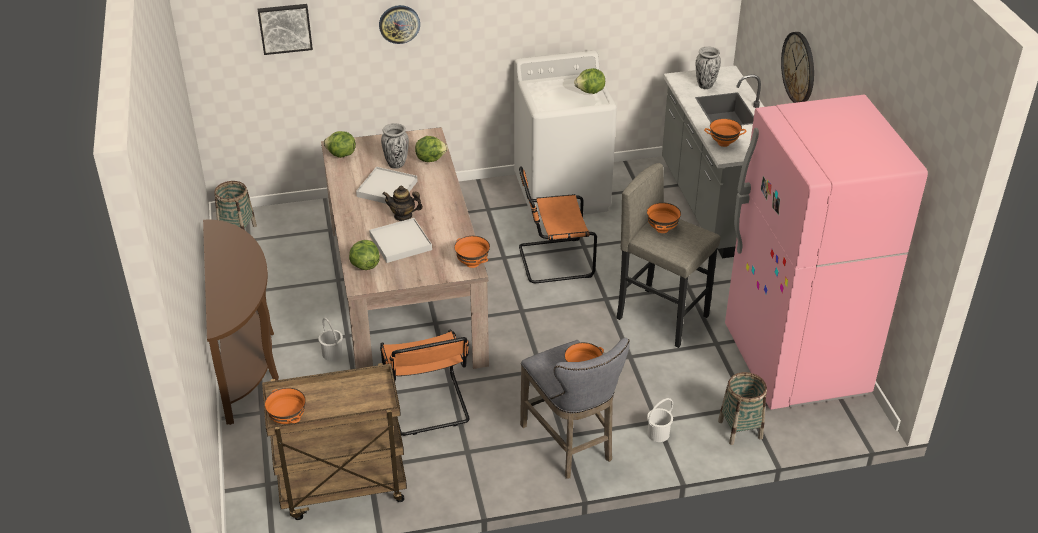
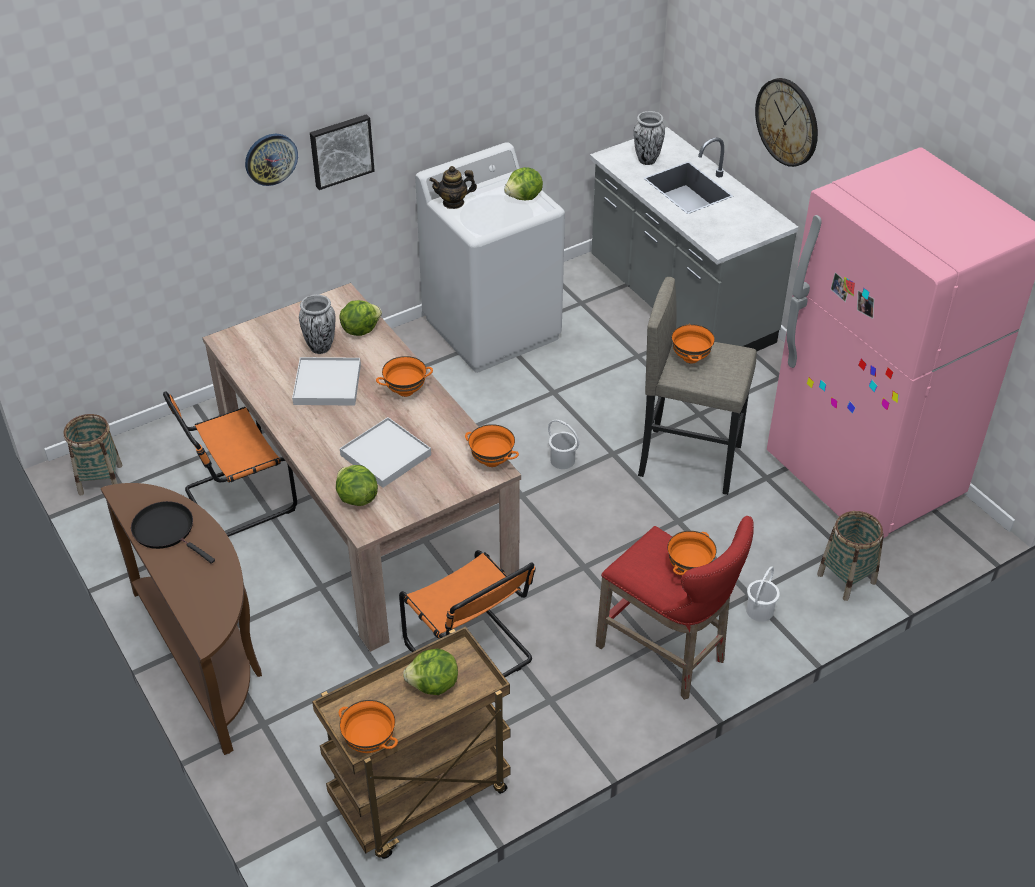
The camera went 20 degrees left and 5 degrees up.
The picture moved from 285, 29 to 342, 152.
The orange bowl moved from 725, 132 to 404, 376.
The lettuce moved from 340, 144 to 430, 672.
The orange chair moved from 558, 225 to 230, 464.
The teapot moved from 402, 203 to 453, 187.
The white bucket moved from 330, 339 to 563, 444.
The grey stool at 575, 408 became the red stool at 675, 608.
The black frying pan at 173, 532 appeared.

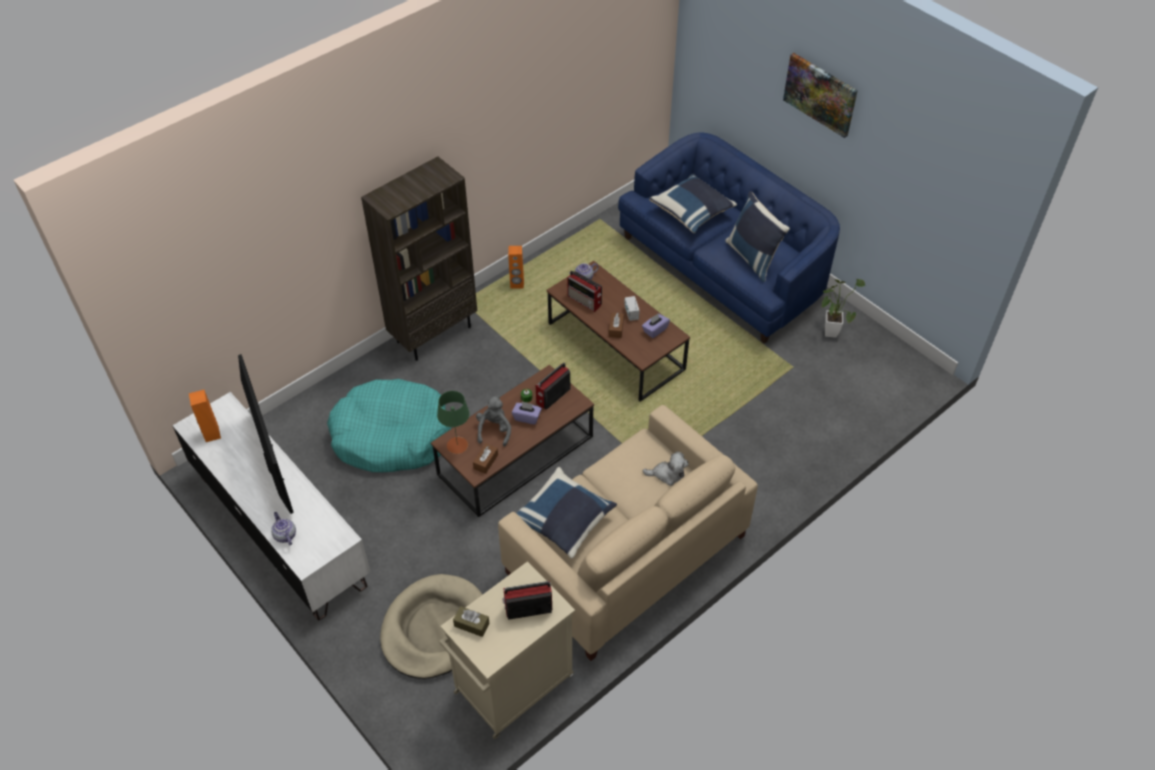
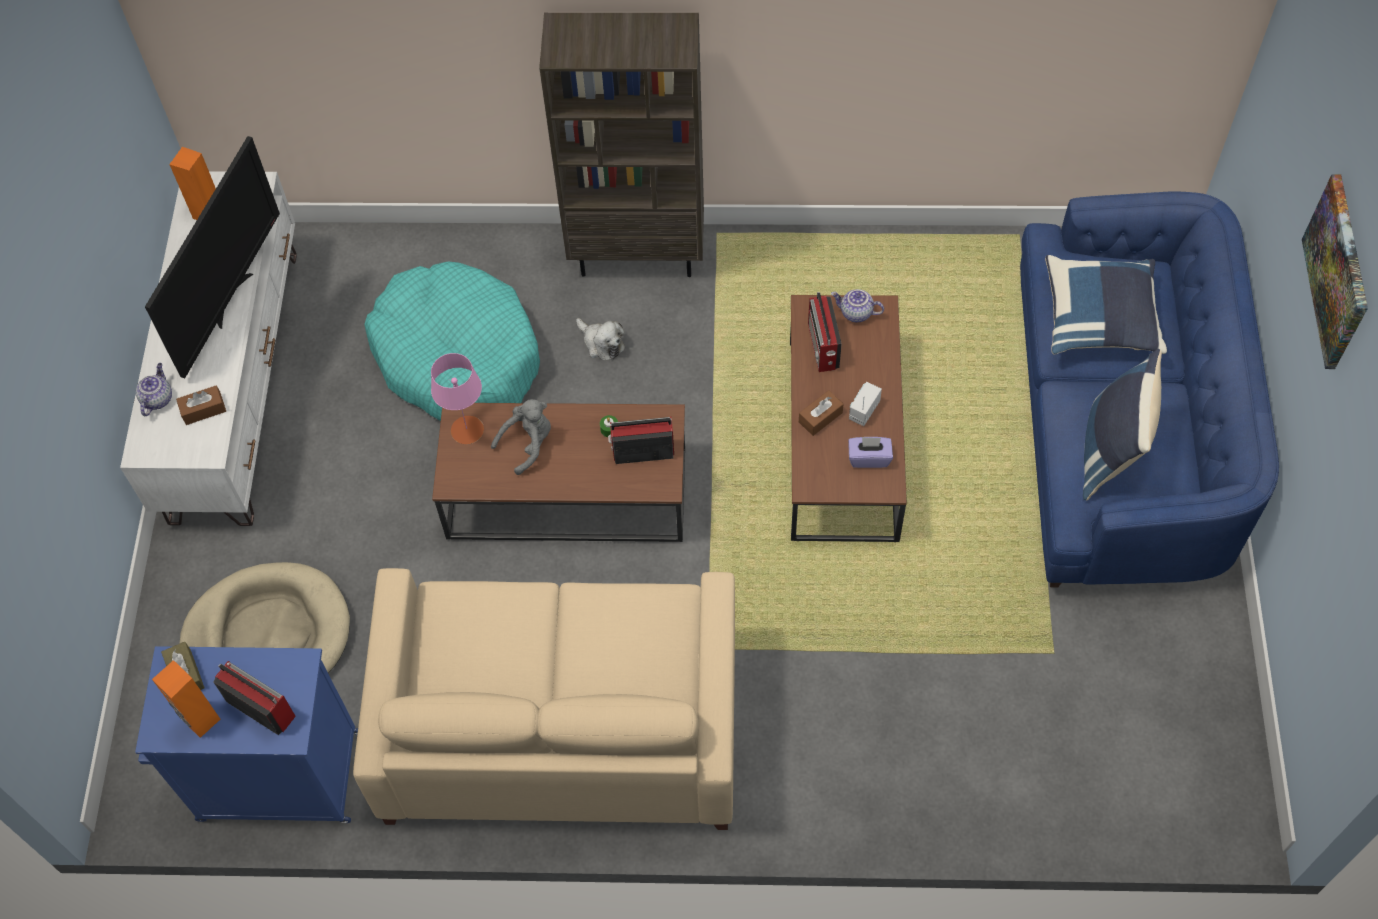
The camera went 45 degrees right and 10 degrees up.
The orange speaker moved from 516, 267 to 186, 699.
The potted plant at 843, 308 disappeared.
The green table lamp at 453, 422 became the pink table lamp at 457, 398.
The purple tissue box at 527, 413 disappeared.
The brown tissue box moved from 485, 458 to 201, 405.
The plush toy moved from 665, 468 to 600, 339.
The blue pillow at 566, 513 disappeared.
The beige cabinet at 507, 650 became the blue cabinet at 246, 734.

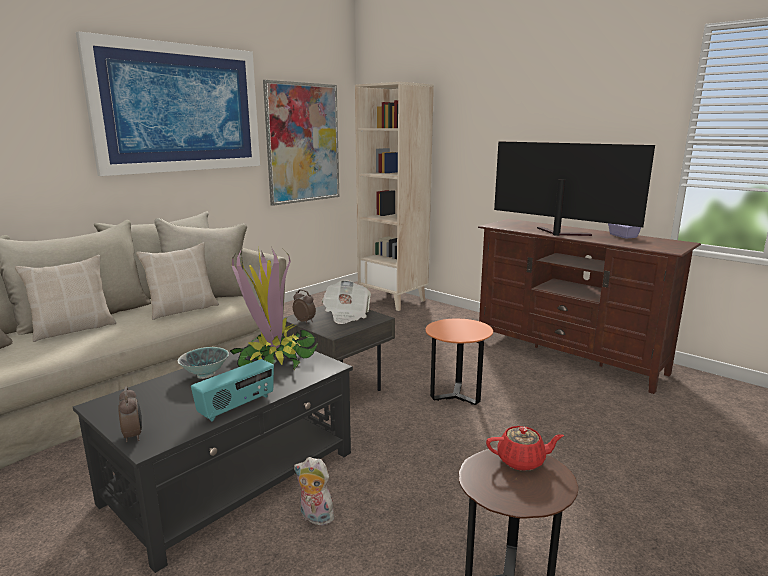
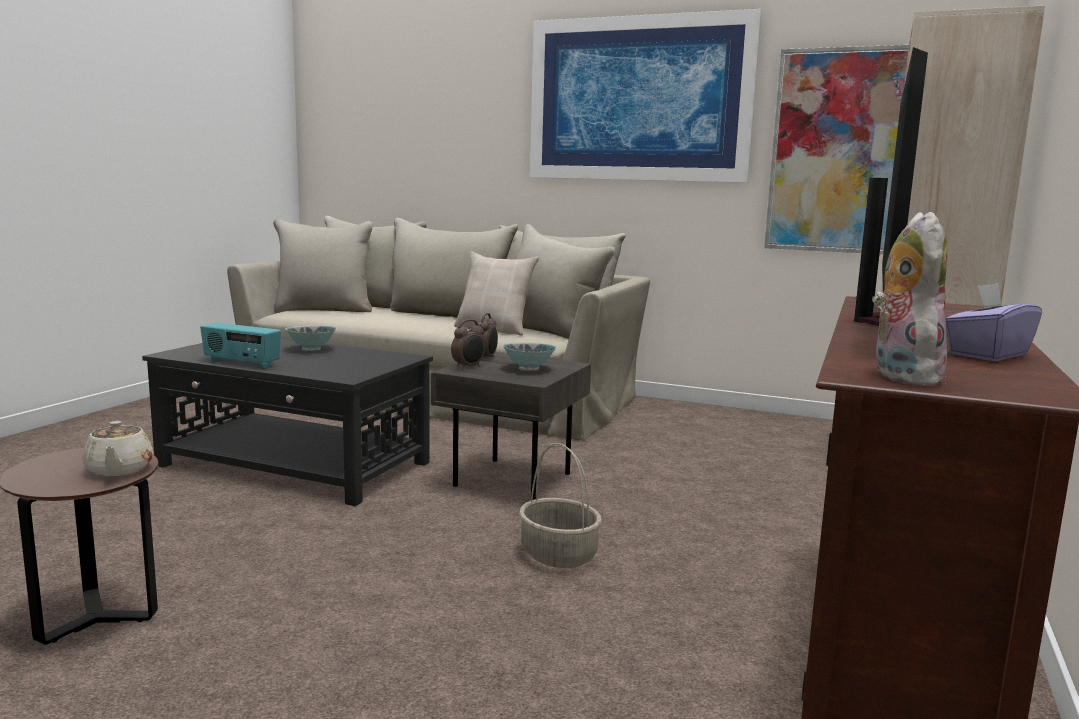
The camera went 70 degrees right and 5 degrees down.
The potted plant at 274, 308 disappeared.
The beige pillow at 65, 298 disappeared.
The newspaper at 346, 302 was replaced by the bowl at 529, 357.
The orange side table at 459, 362 was replaced by the basket at 560, 505.
The alarm clock moved from 130, 414 to 468, 344.
The red teapot at 525, 448 became the beige teapot at 118, 448.
The plush toy moved from 314, 491 to 910, 299.

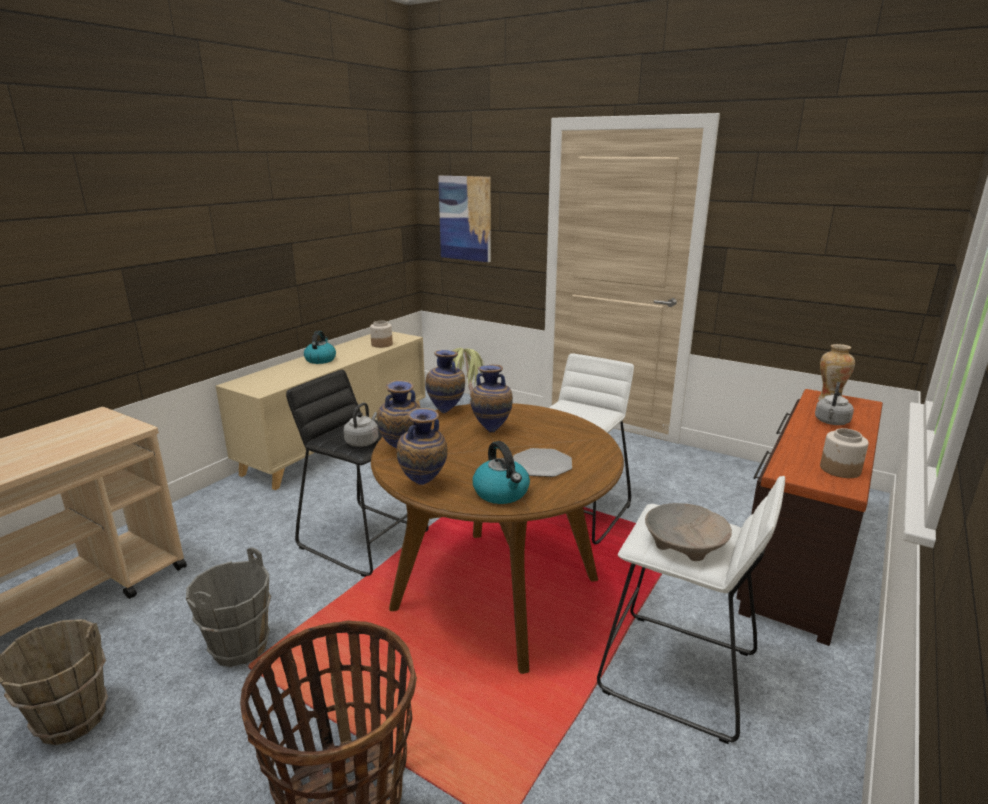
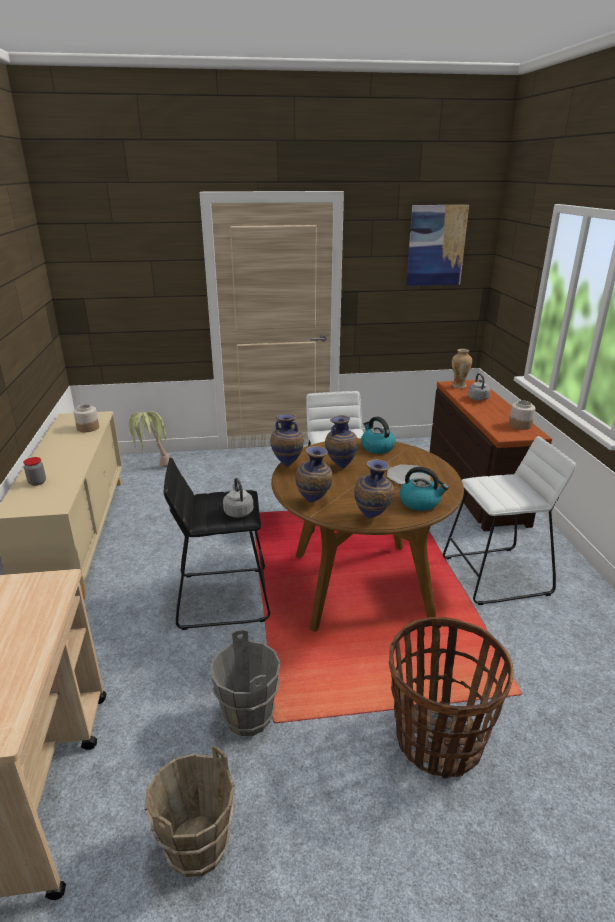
The camera went 40 degrees left and 5 degrees up.
The picture moved from 464, 219 to 437, 245.
The kettle moved from 320, 347 to 378, 435.
The beige bowl at 688, 532 disappeared.
The jar at 34, 471 appeared.

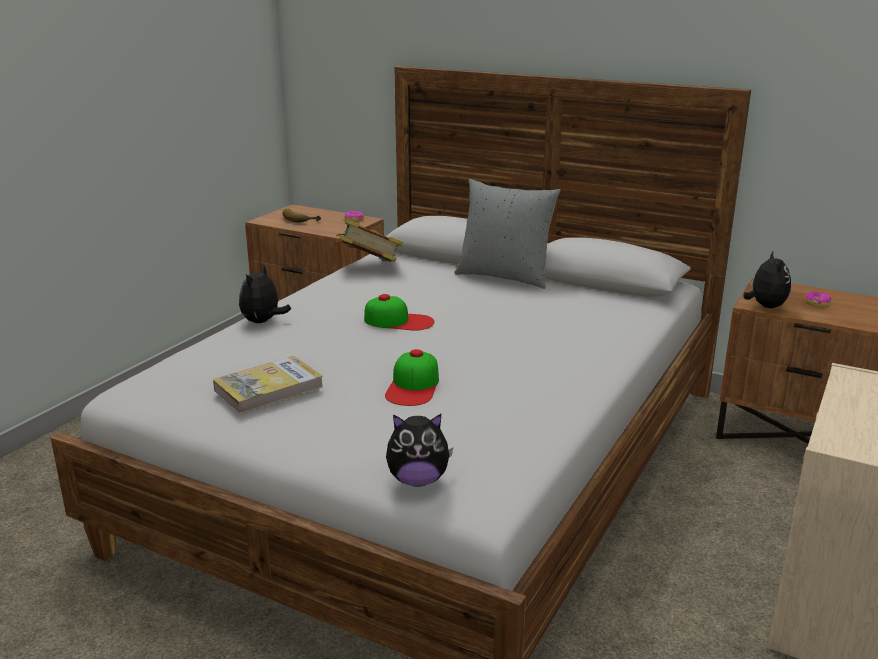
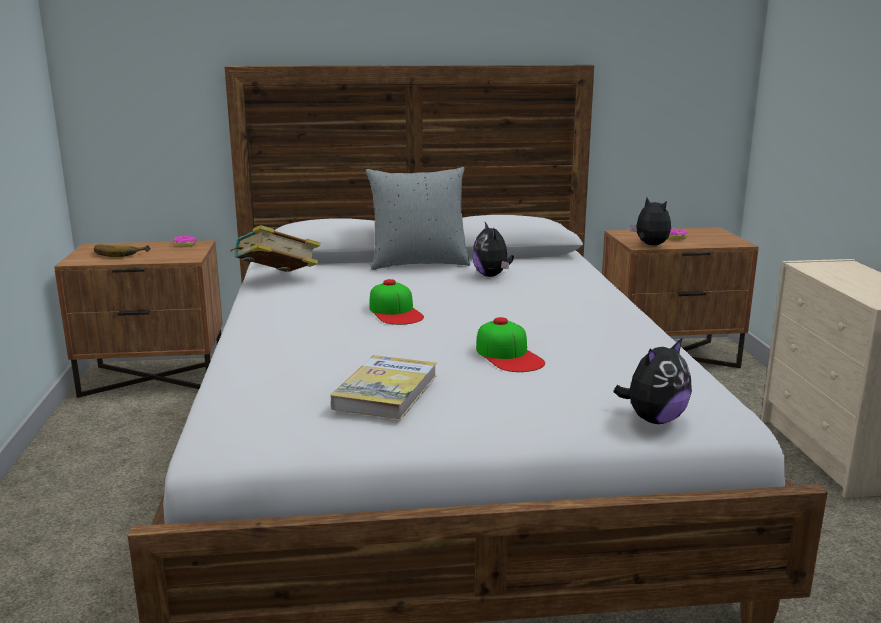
The camera went 35 degrees left and 5 degrees down.
The plush toy moved from 265, 293 to 493, 249.
The cap at 399, 312 turned 90 degrees clockwise.

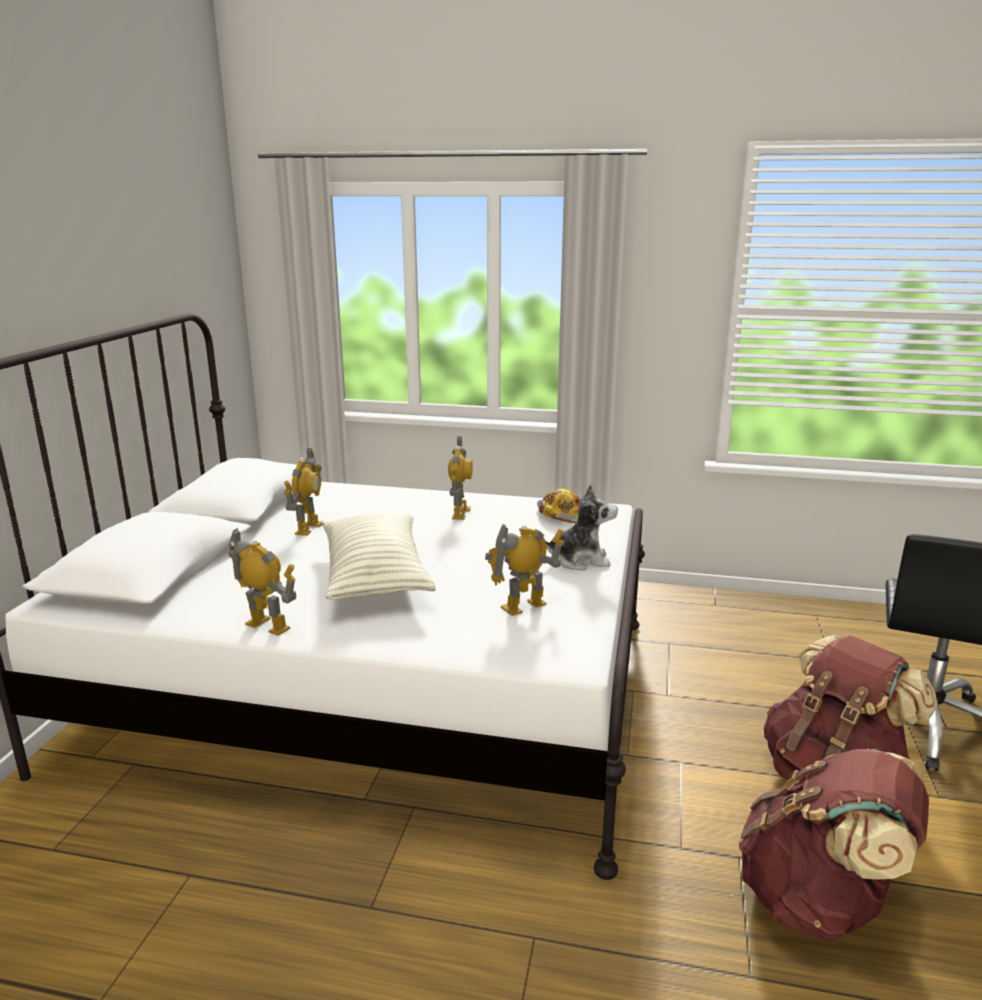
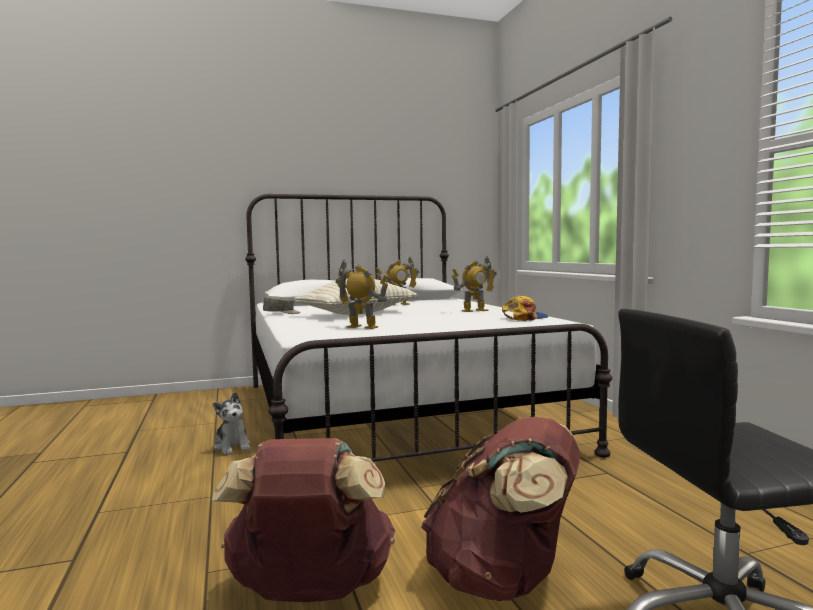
The camera went 60 degrees right and 15 degrees down.
The plush toy moved from 579, 527 to 232, 423.
The toy robot at 262, 582 was replaced by the grey cap at 282, 305.

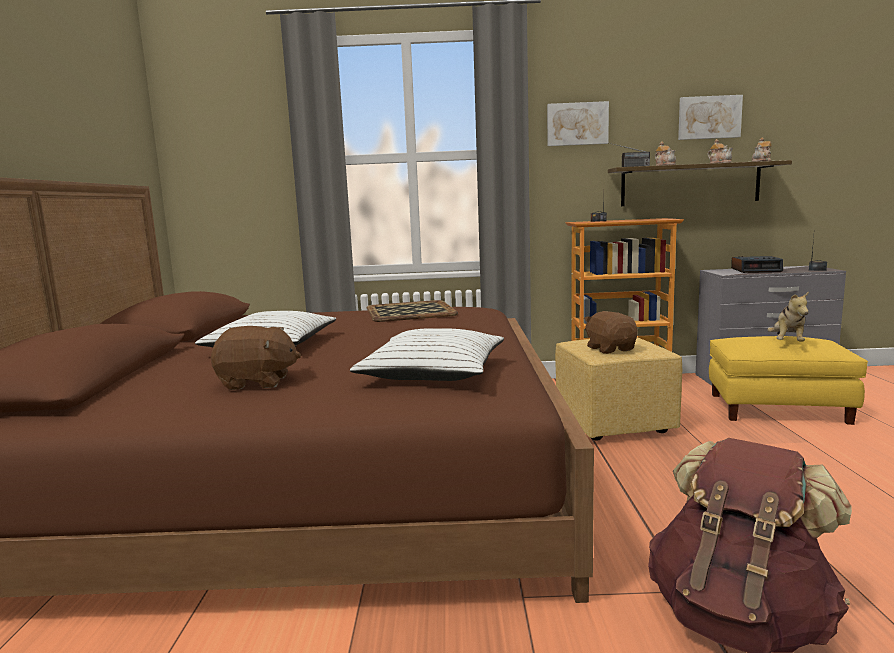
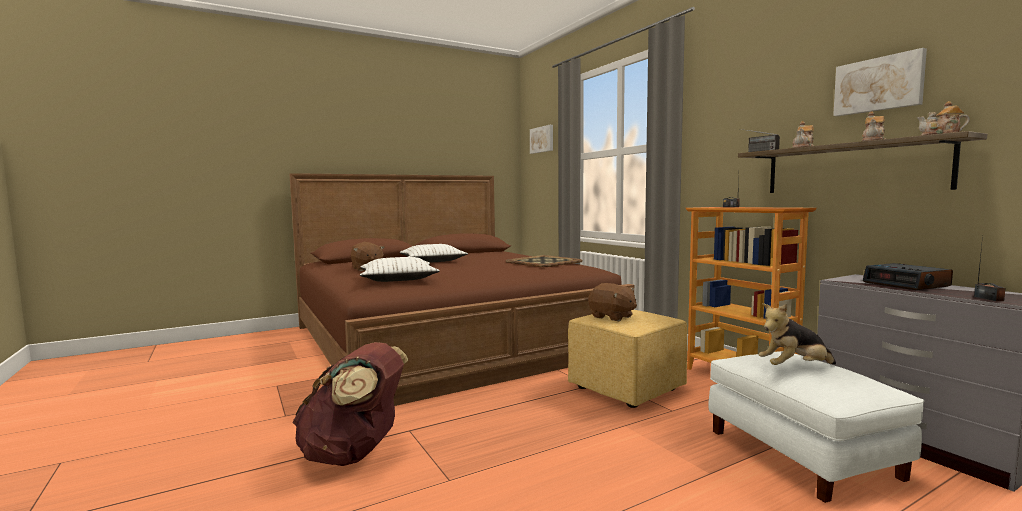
The camera went 60 degrees right and 5 degrees down.
The picture moved from 578, 123 to 541, 139.
The brown plush toy at 611, 332 turned 90 degrees clockwise.
The yellow ottoman at 788, 380 became the white ottoman at 816, 427.

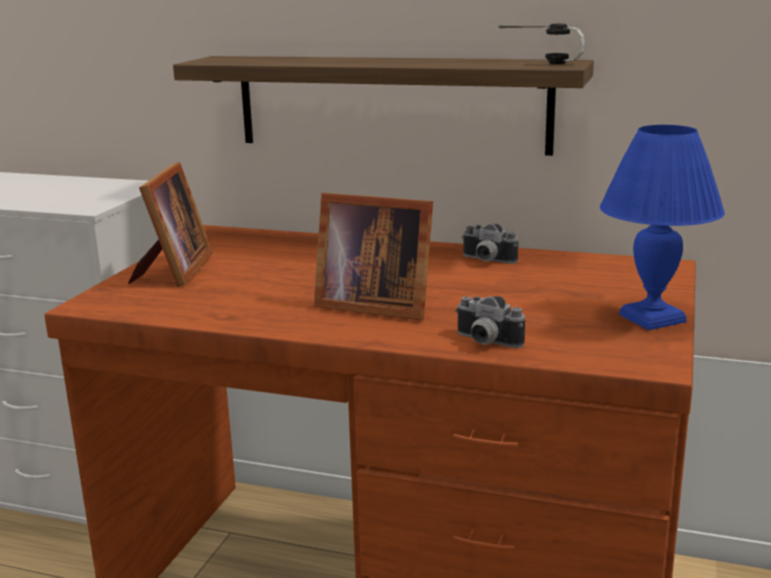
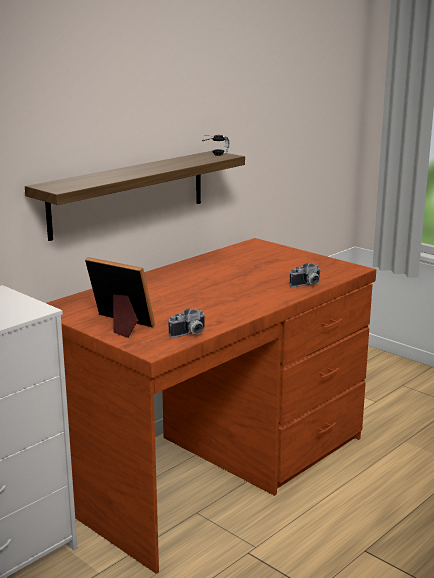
The camera went 65 degrees left and 0 degrees up.
The blue table lamp at 662, 227 disappeared.
The picture frame at 373, 256 disappeared.
The photo camera moved from 490, 243 to 187, 323.

